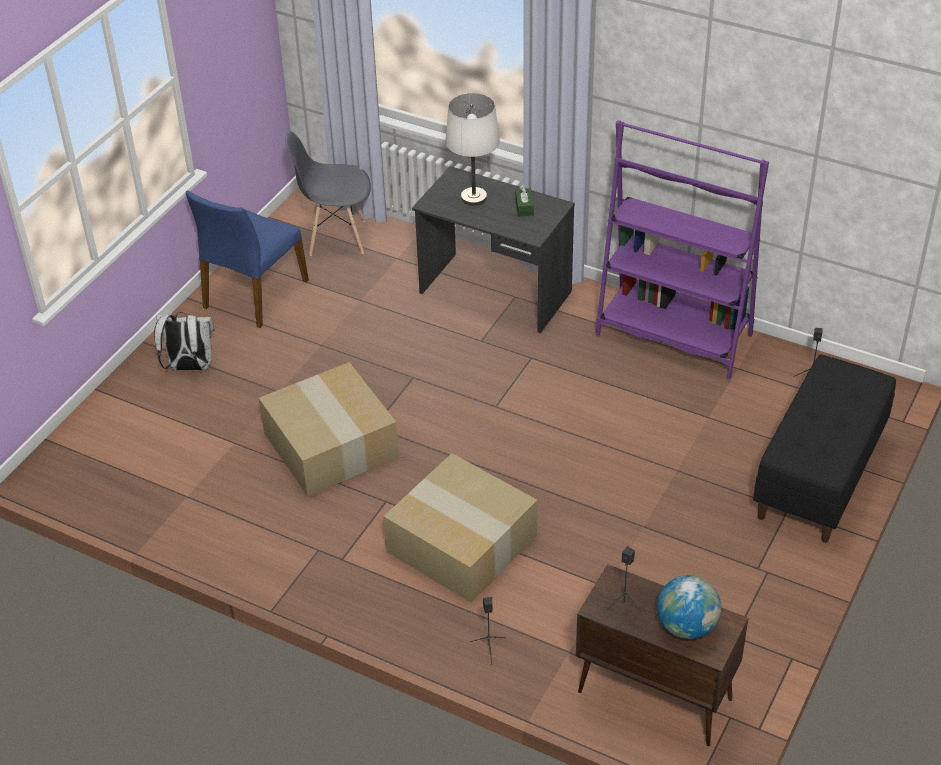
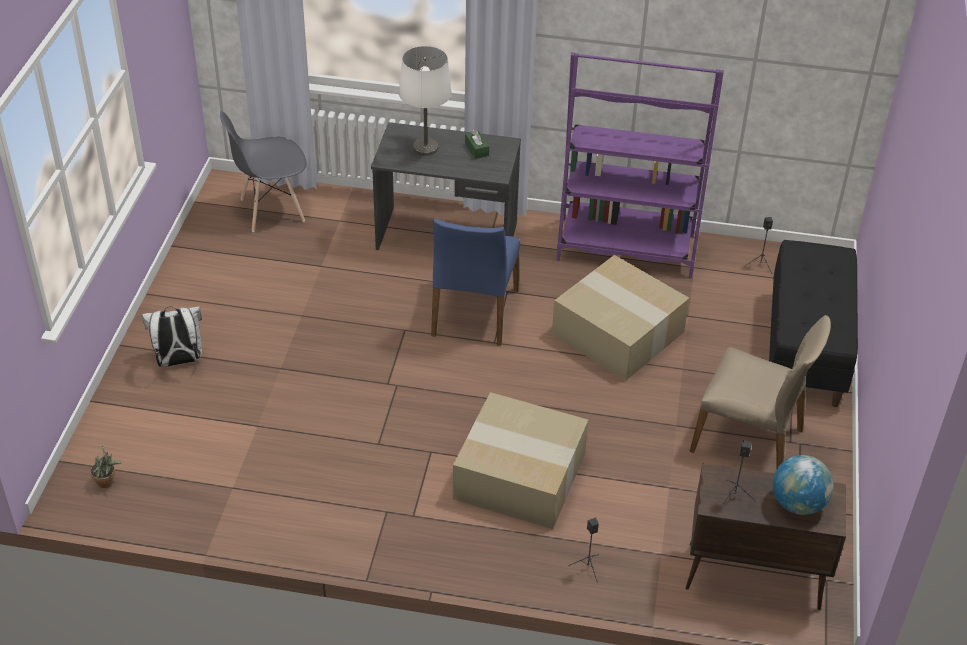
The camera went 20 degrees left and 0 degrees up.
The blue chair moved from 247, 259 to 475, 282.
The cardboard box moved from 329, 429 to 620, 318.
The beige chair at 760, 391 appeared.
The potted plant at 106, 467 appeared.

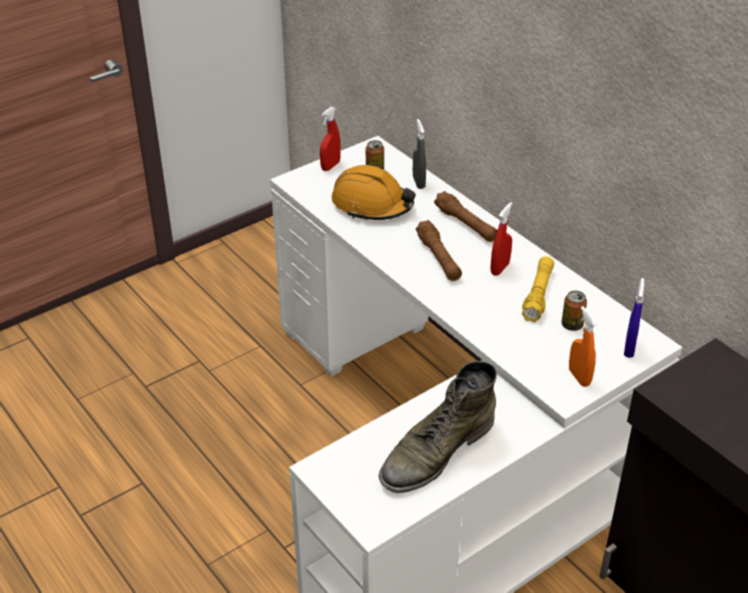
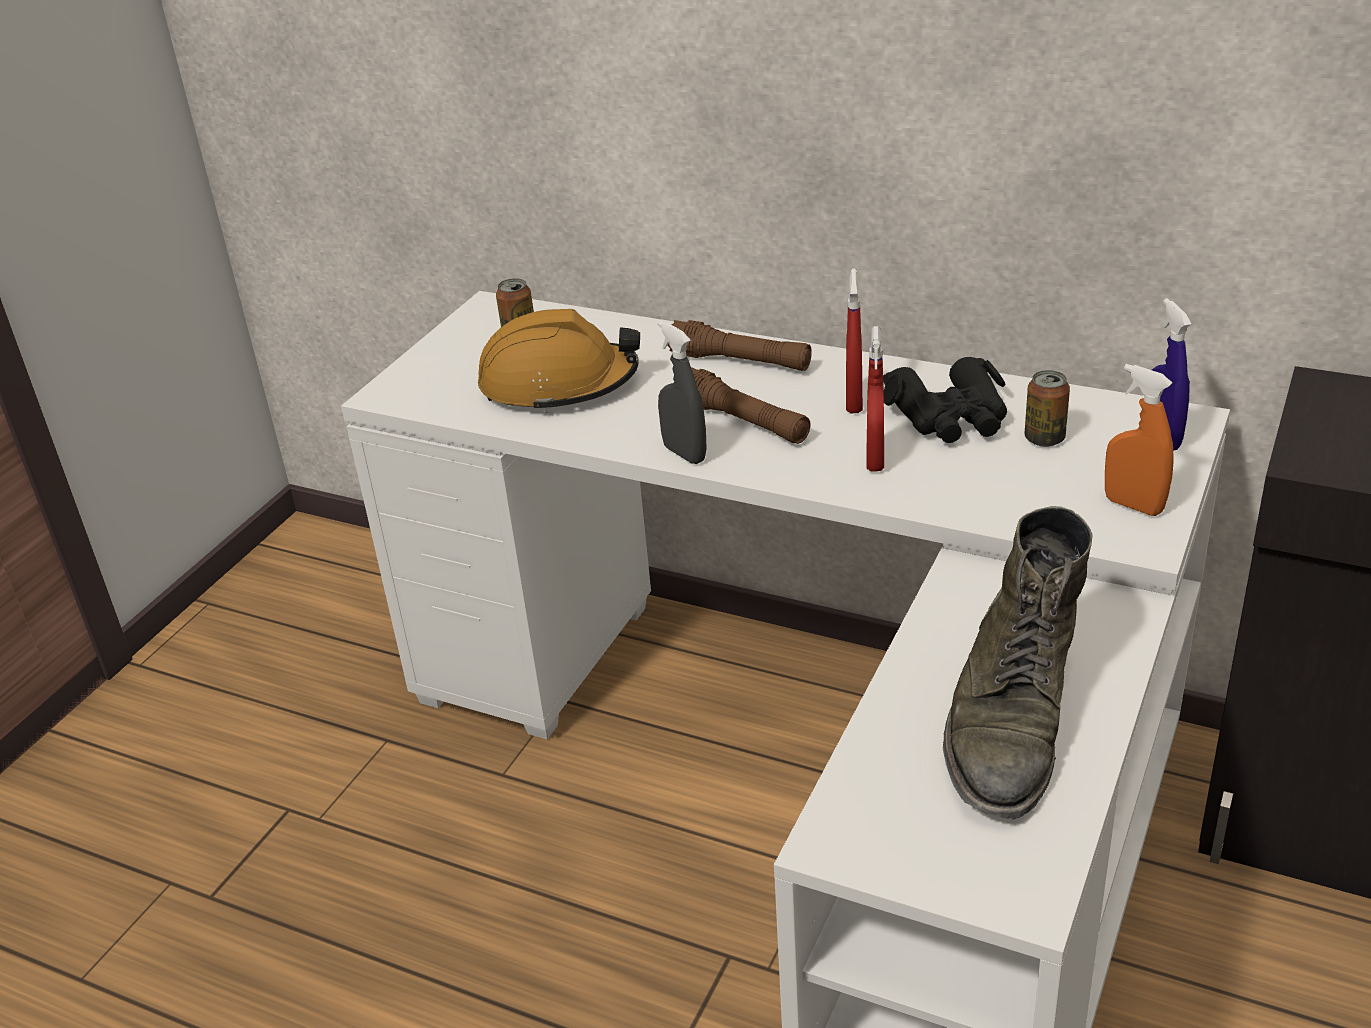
The camera went 25 degrees left and 5 degrees down.
The red spray bottle moved from 330, 139 to 875, 399.
The grey spray bottle moved from 419, 154 to 682, 392.
The yellow flashlight at 538, 289 was replaced by the black binoculars at 945, 400.

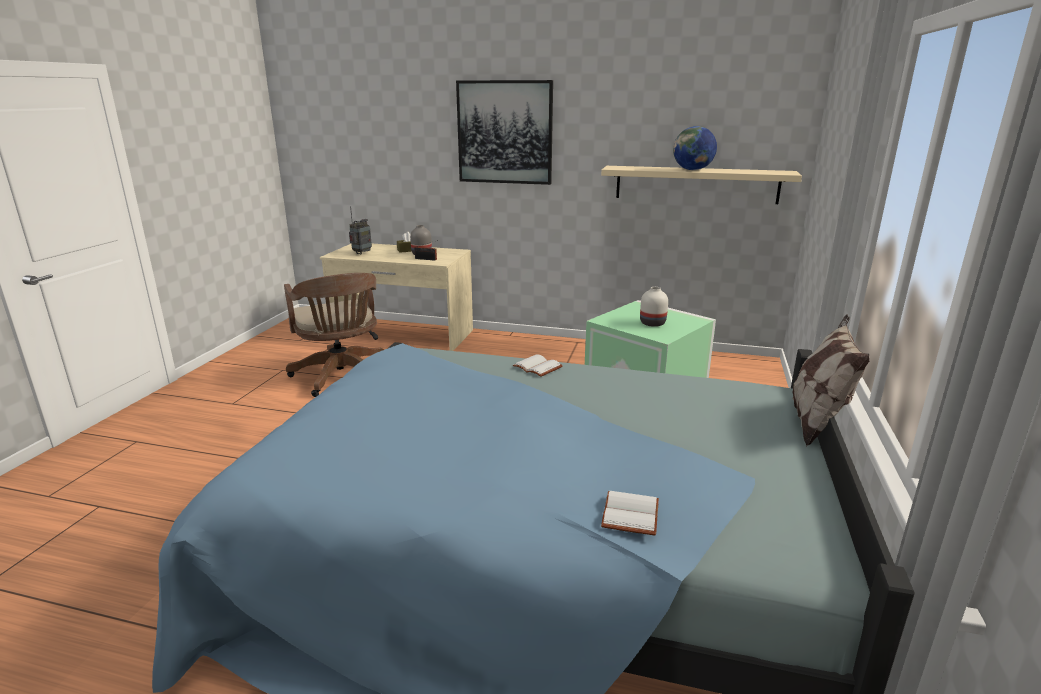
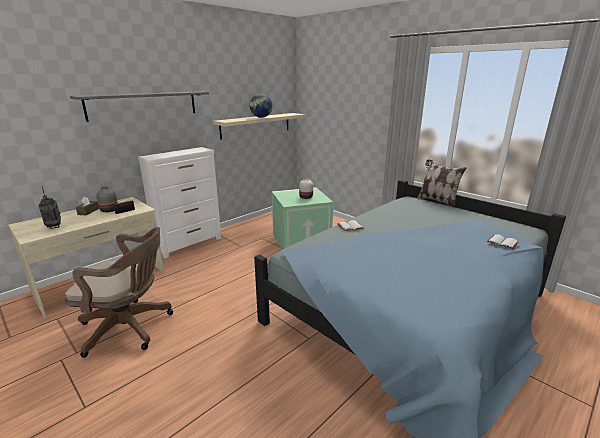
The camera went 60 degrees left and 0 degrees up.
The picture at 504, 132 was replaced by the grey shelf at 139, 106.
The white dresser at 180, 203 appeared.

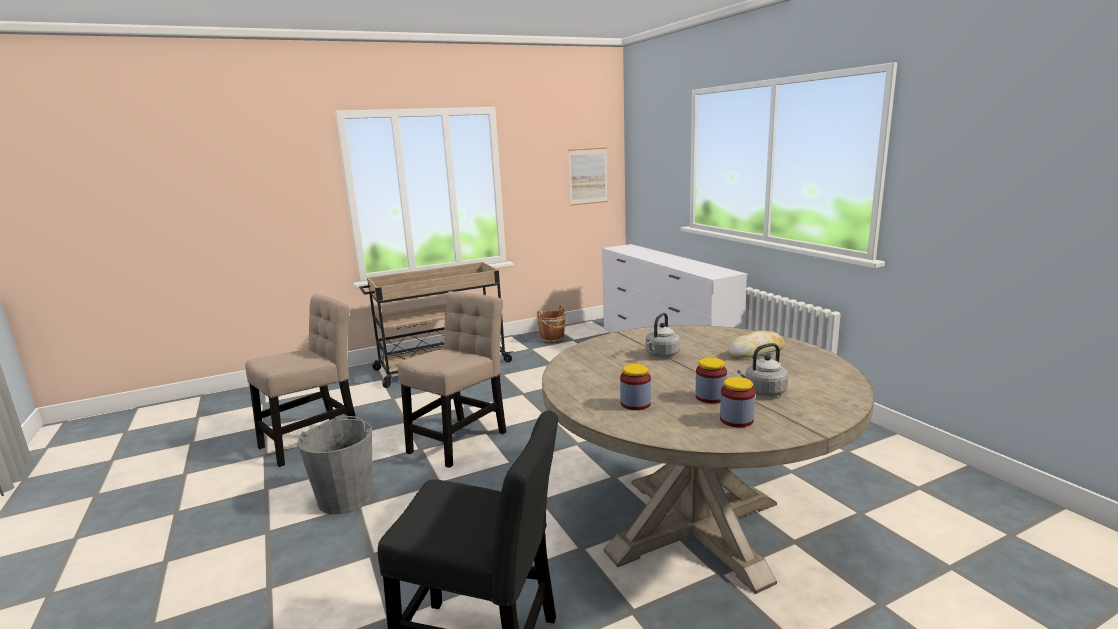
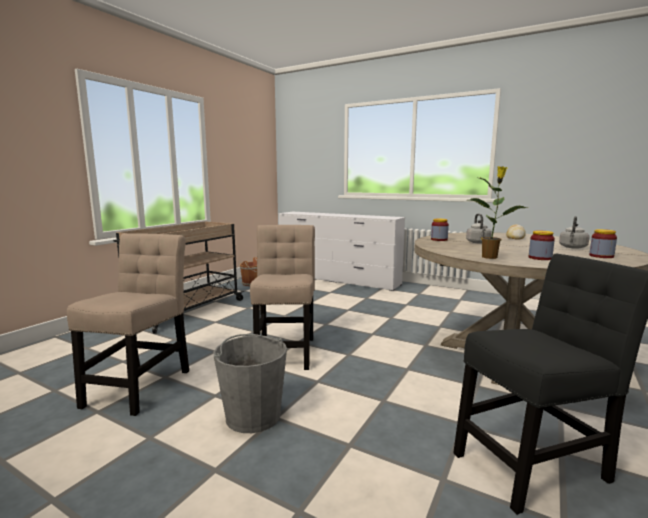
The camera went 35 degrees left and 5 degrees down.
The picture at 588, 176 disappeared.
The jar moved from 711, 380 to 440, 230.
The potted plant at 498, 212 appeared.

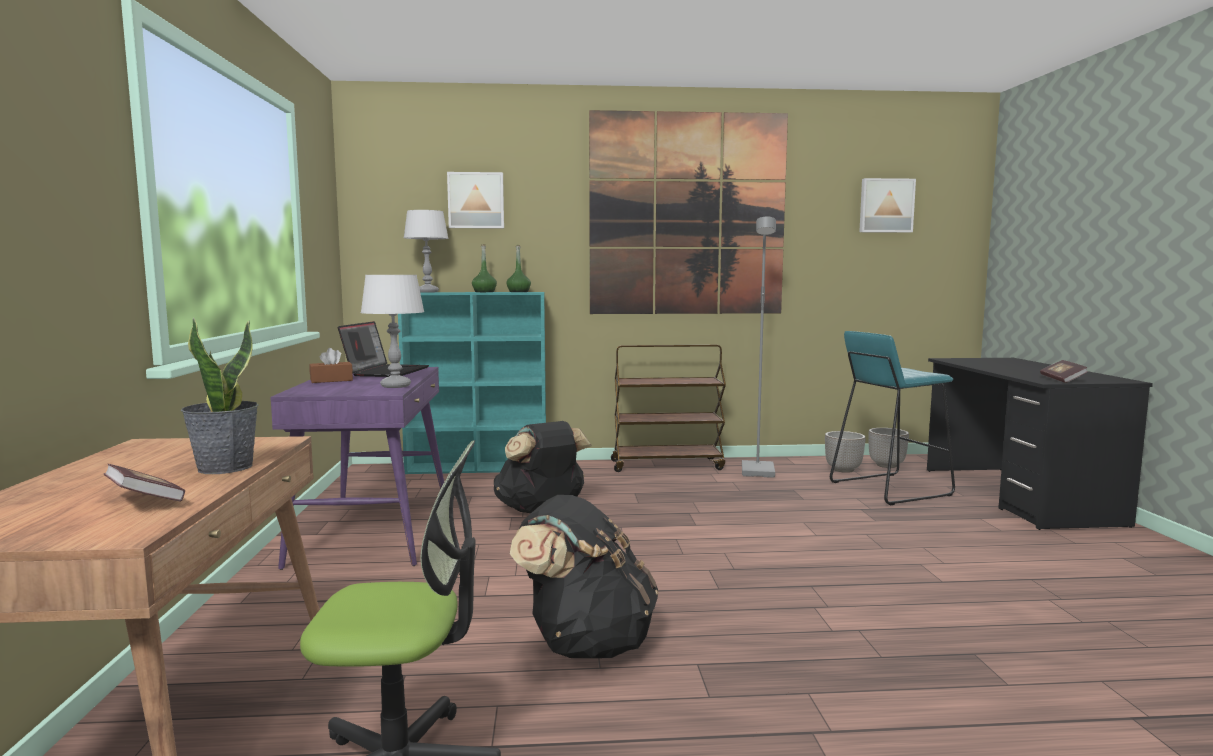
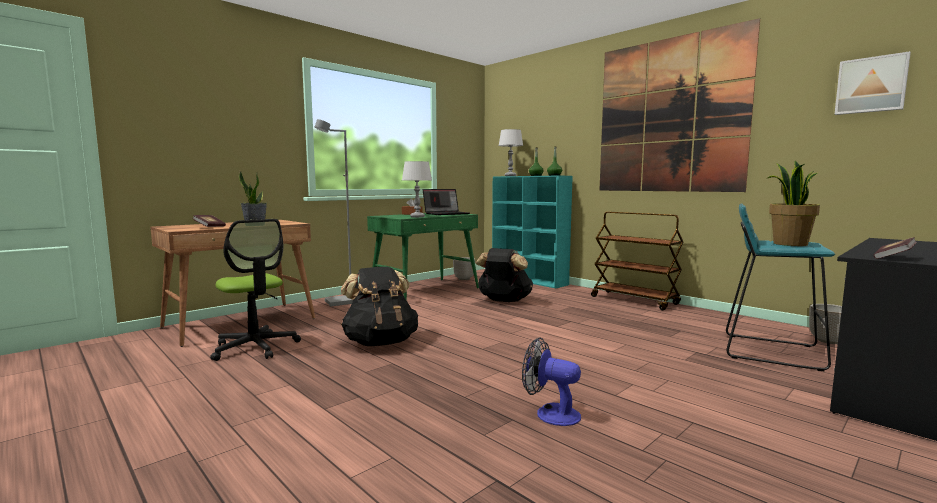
The camera went 50 degrees right and 0 degrees up.
The picture at 475, 200 disappeared.
The grey floor lamp moved from 759, 347 to 334, 212.
The purple desk at 357, 468 became the green desk at 423, 257.
The planter moved from 845, 452 to 464, 268.
The potted plant at 794, 203 appeared.
The fan at 551, 382 appeared.

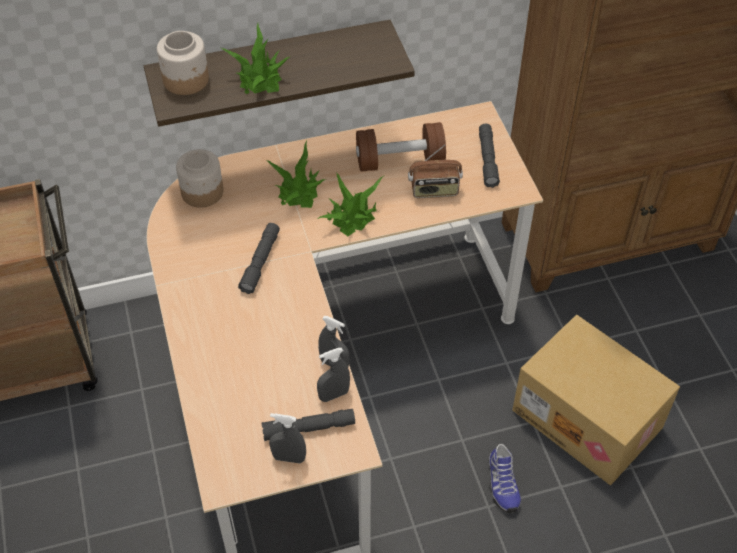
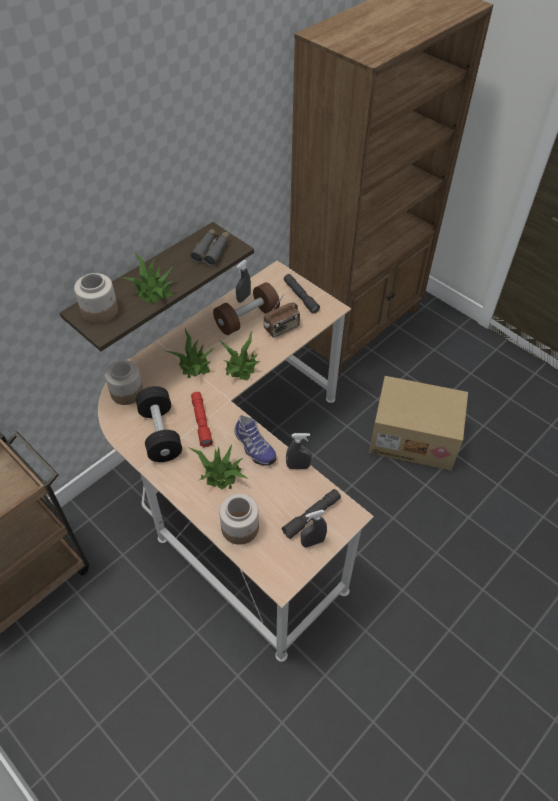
The camera went 30 degrees left and 0 degrees up.
The grey flashlight at 259, 258 became the red flashlight at 202, 419.
The grey spray bottle moved from 333, 375 to 243, 281.
The shoe moved from 505, 478 to 255, 440.
The grey binoculars at 210, 247 appeared.
The black dumbbell at 159, 424 appeared.
The potted plant at 218, 467 appeared.
The jar at 239, 519 appeared.

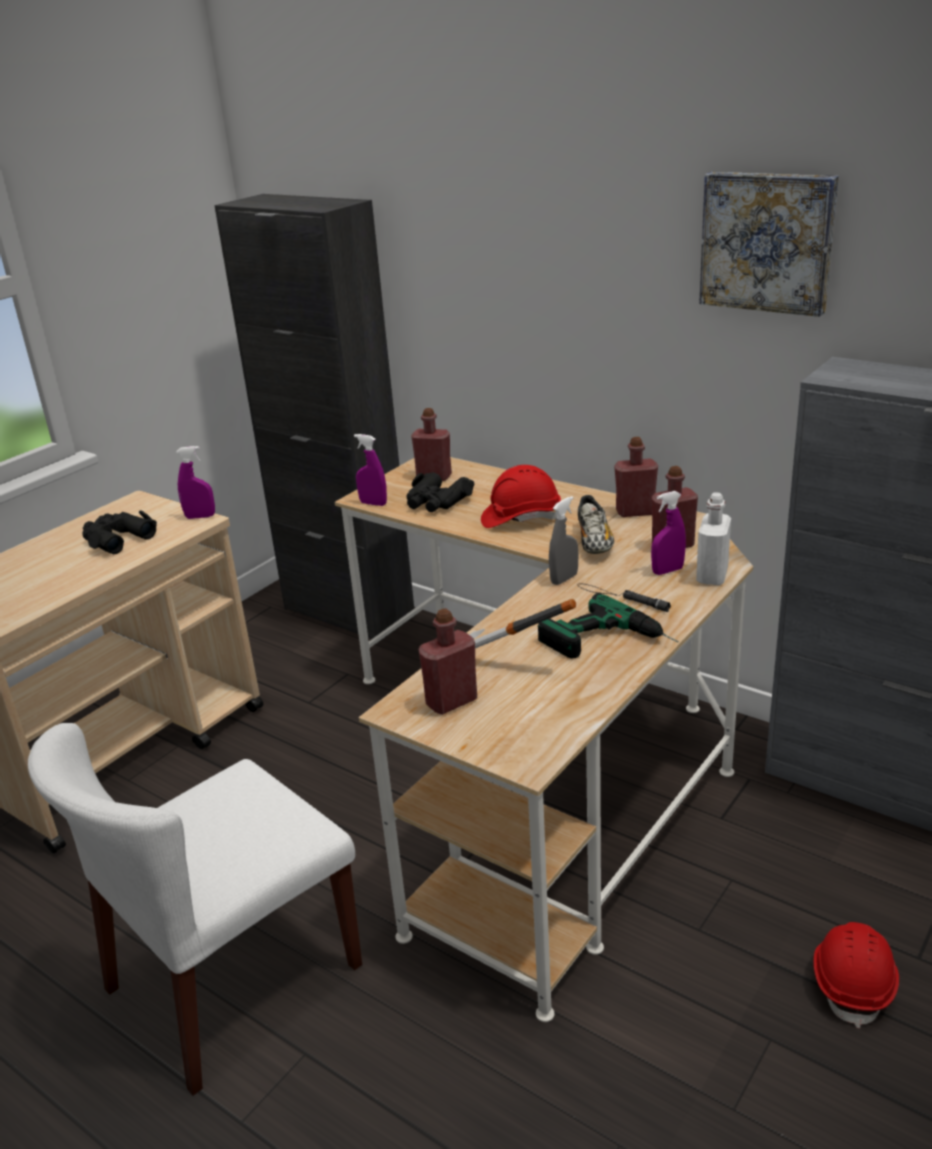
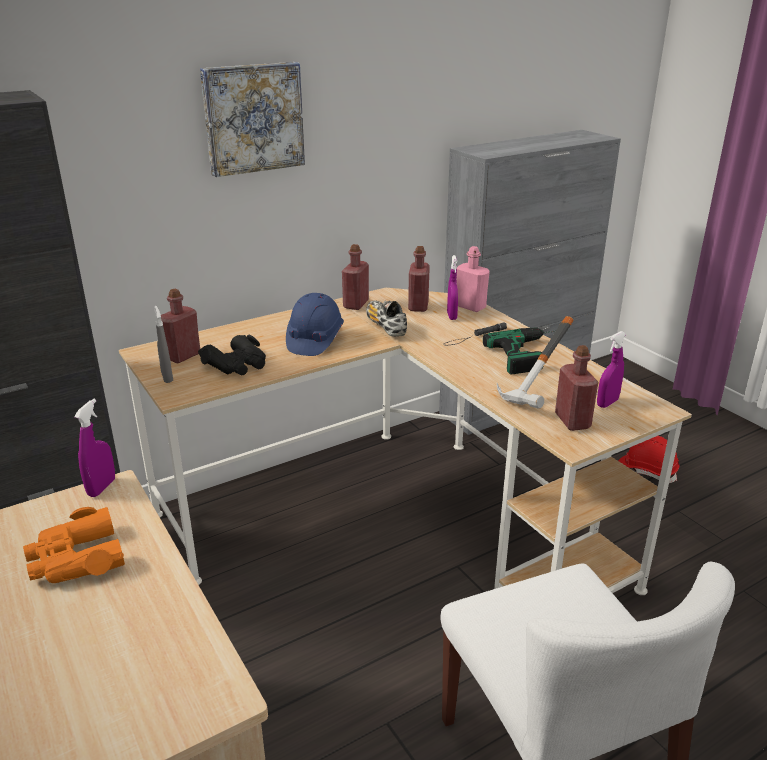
The camera went 70 degrees left and 0 degrees up.
The picture moved from 769, 244 to 252, 119.
The purple spray bottle moved from 370, 470 to 611, 369.
The red hard hat at 521, 496 became the blue hard hat at 315, 324.
The white bottle at 713, 538 became the pink bottle at 473, 279.
The shoe at 596, 524 turned 135 degrees counterclockwise.
The grey spray bottle moved from 563, 540 to 163, 344.
The black binoculars at 119, 532 became the orange binoculars at 74, 545.

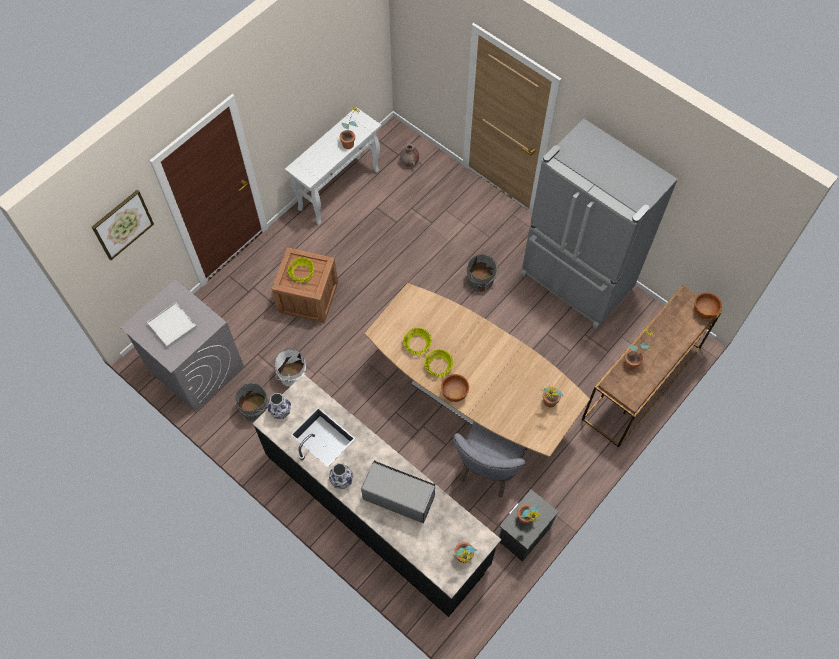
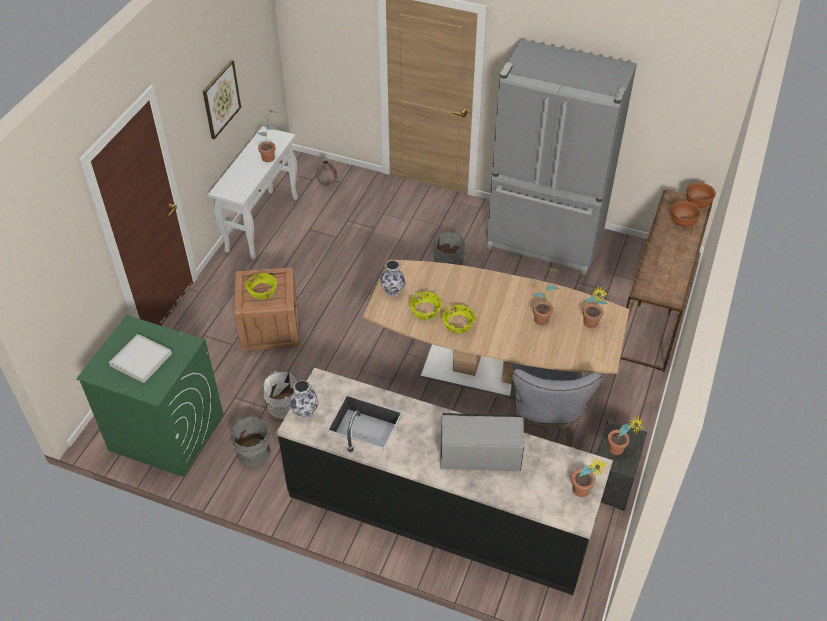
The camera went 20 degrees left and 15 degrees down.
The picture moved from 123, 225 to 222, 99.
The grey washing machine at 182, 345 became the green washing machine at 149, 396.
The potted plant moved from 639, 348 to 546, 296.
The brown bowl moved from 455, 388 to 686, 214.
The vase moved from 341, 476 to 393, 278.

